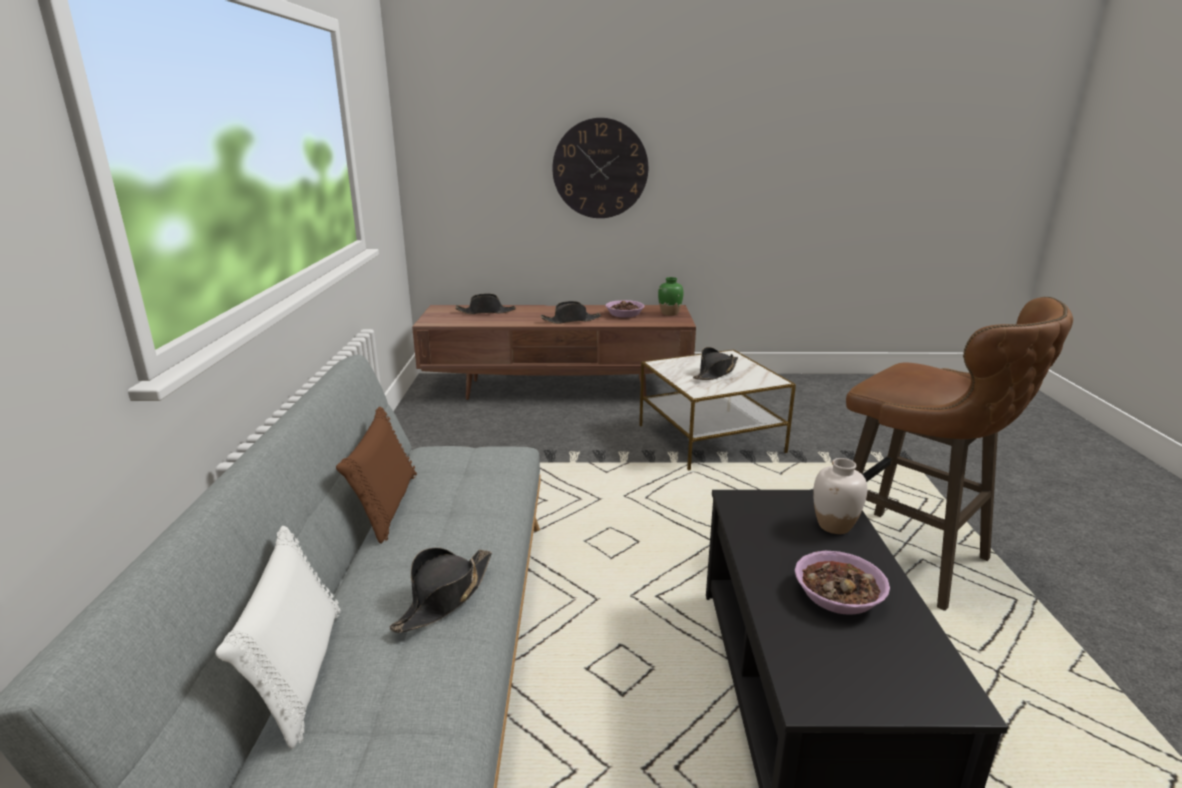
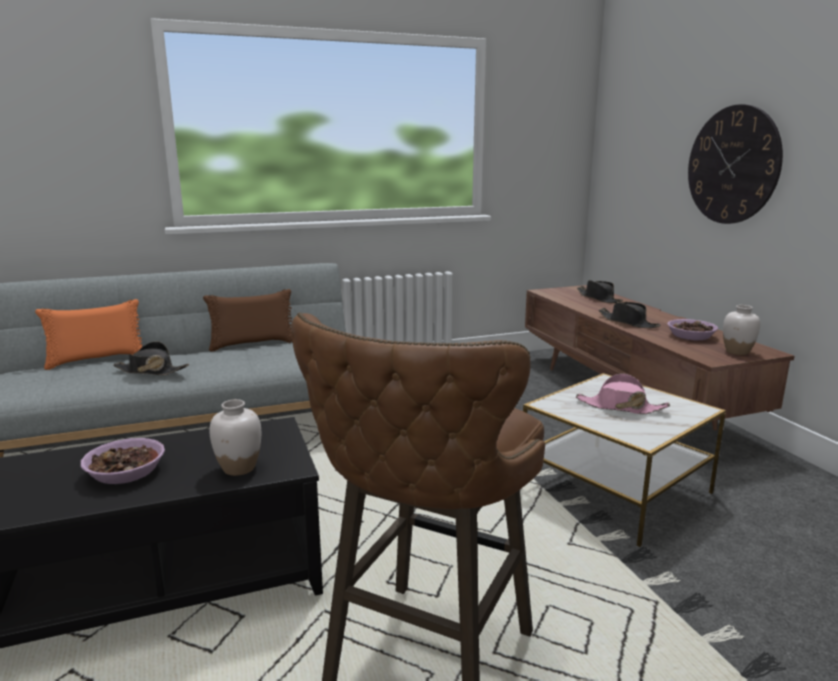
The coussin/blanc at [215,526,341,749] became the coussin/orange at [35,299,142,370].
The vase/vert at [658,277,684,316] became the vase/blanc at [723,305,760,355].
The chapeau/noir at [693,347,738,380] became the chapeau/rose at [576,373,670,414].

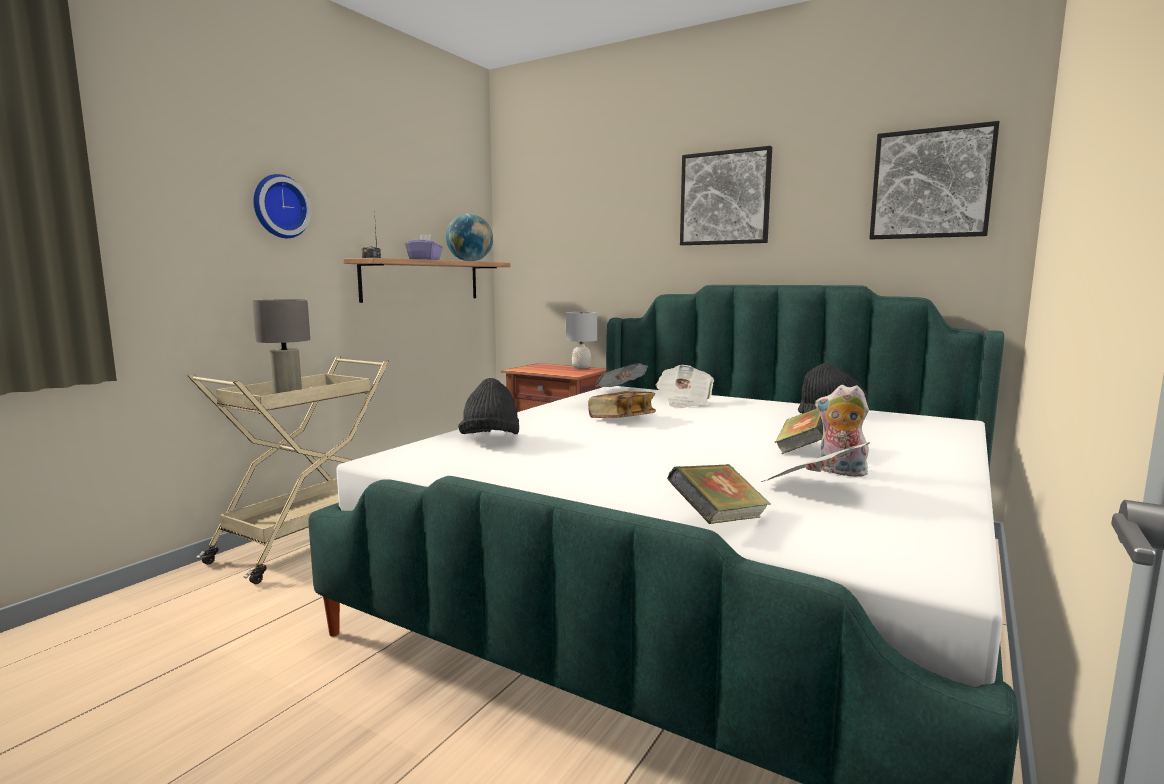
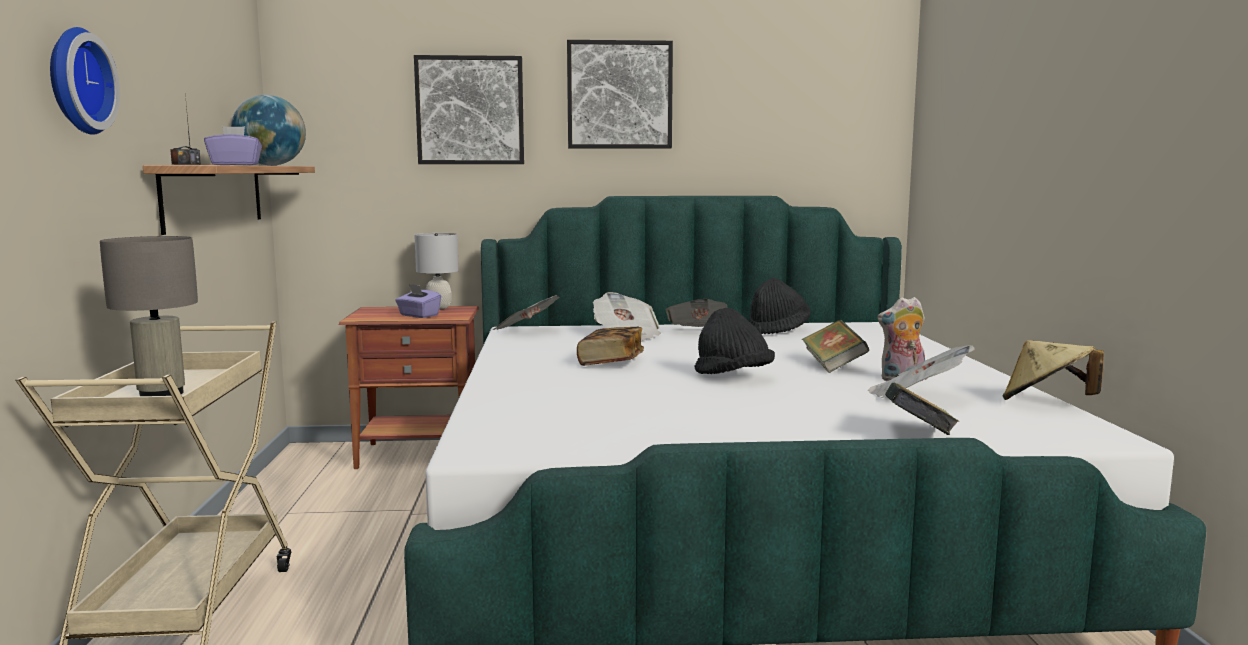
The boîte à mouchoirs/violet at [395,284,442,318] appeared.
The journal at [665,299,728,327] appeared.
The chapeau/beige at [1002,340,1104,400] appeared.
The chapeau/noir moved from [458,378,519,434] to [695,308,775,374].
The tableau moved from [869,121,1000,239] to [414,55,524,164].

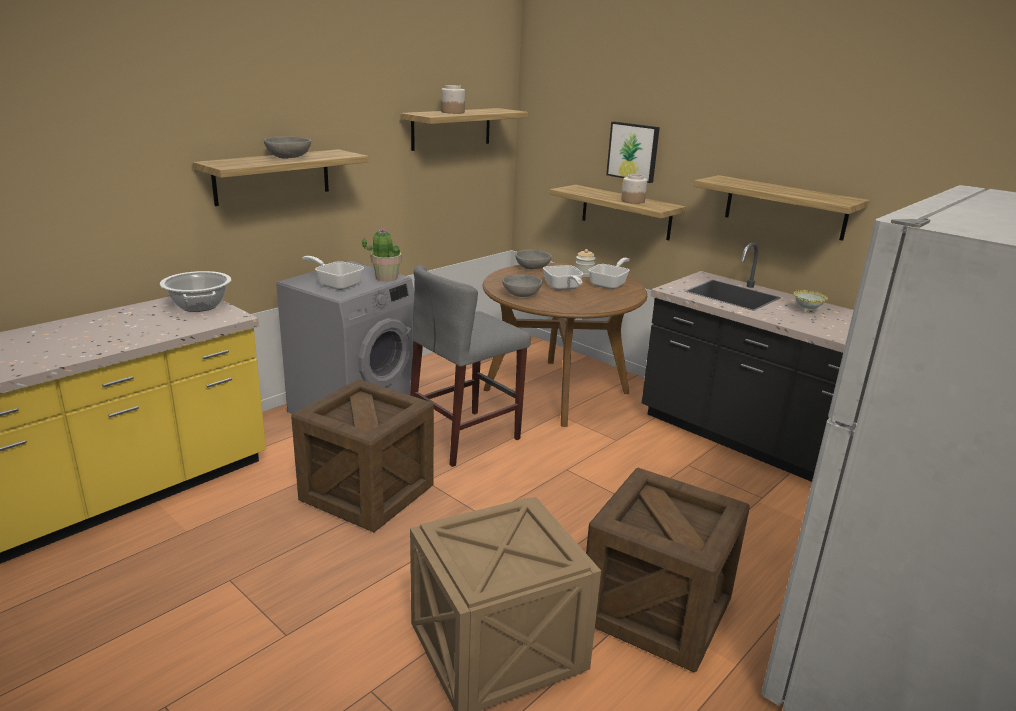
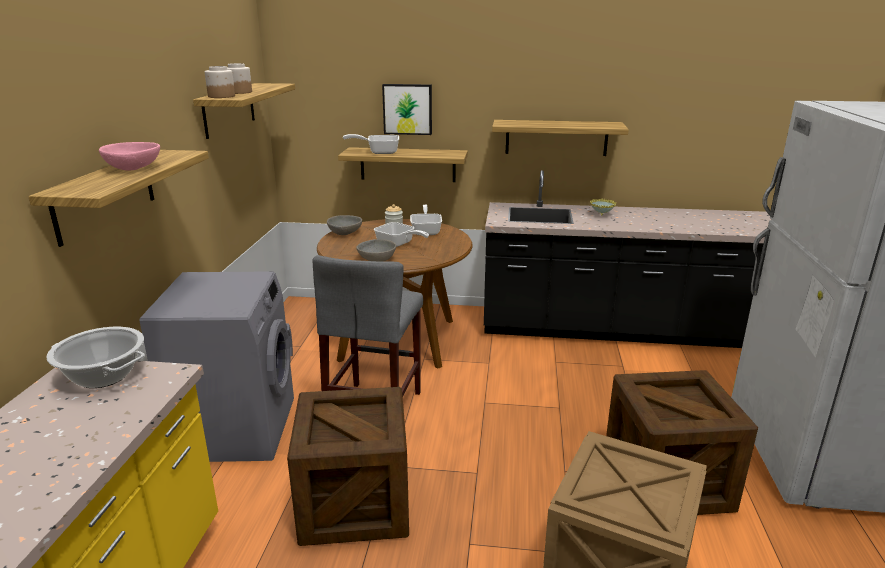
The plante en pot at [362,228,402,281] disappeared.
The poêle moved from [302,256,364,290] to [343,134,399,154].
The bocal moved from [621,174,647,204] to [205,66,235,98].
The bol/gris at [264,136,311,159] became the bol/rose at [99,142,160,171].

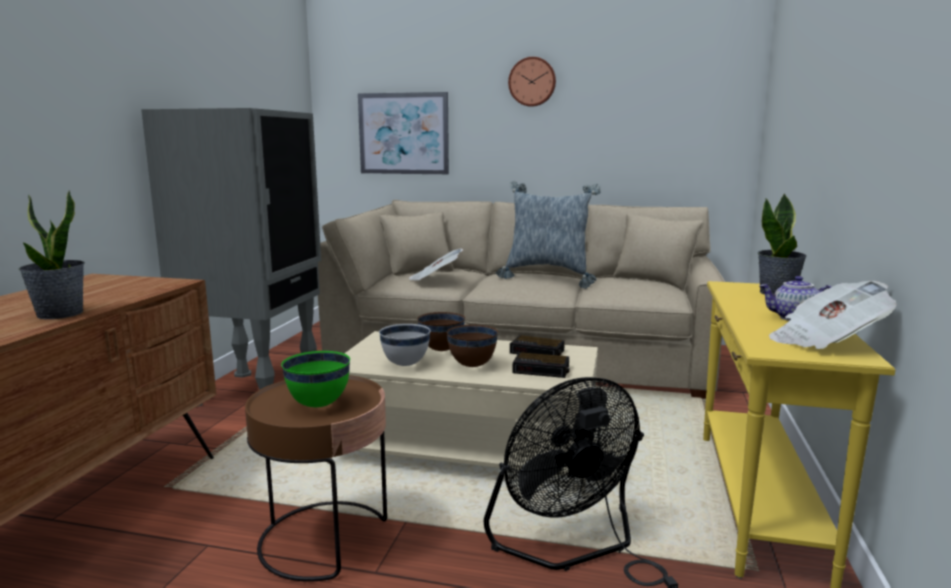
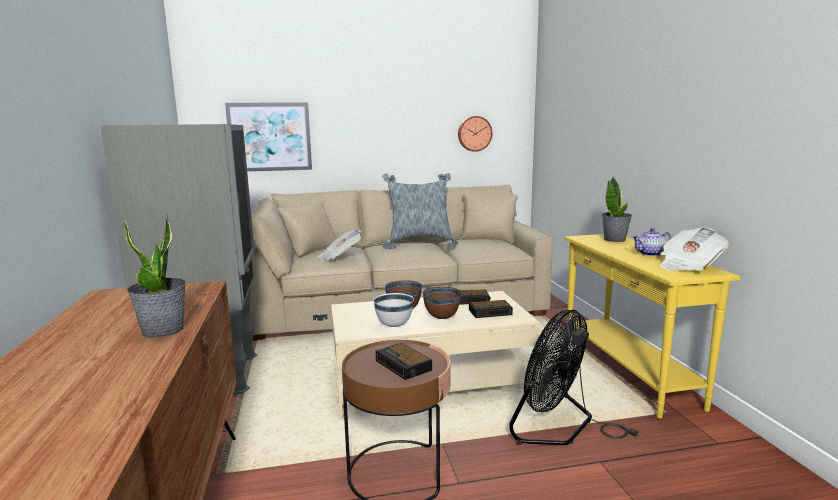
The horloge murale moved from [508,57,556,107] to [458,116,492,152].
The bol/vert at [281,351,350,407] was replaced by the réveil at [376,343,432,380].

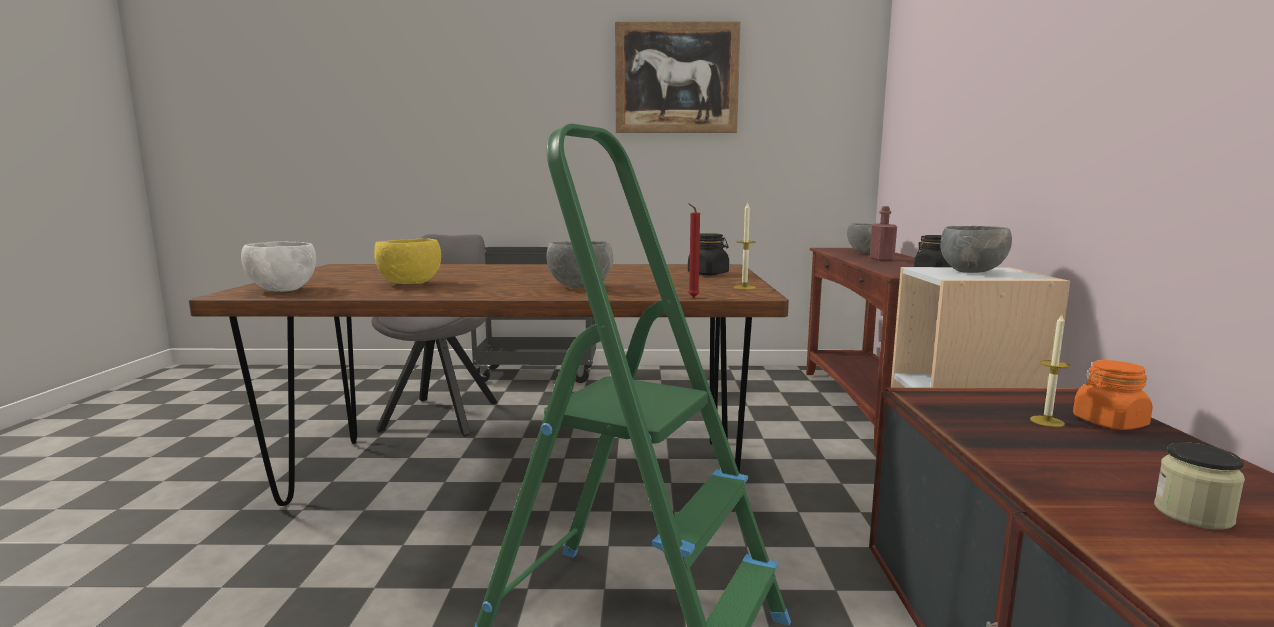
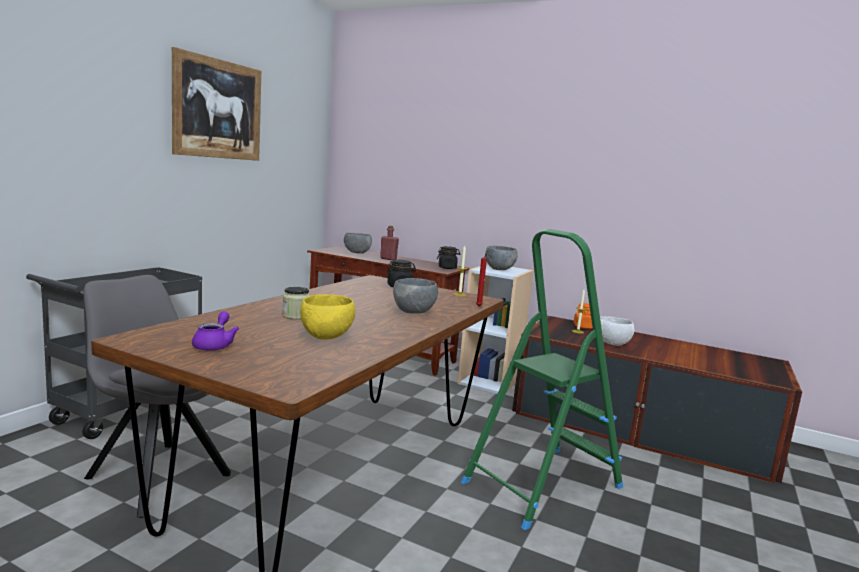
The théière/violet at [192,312,239,351] appeared.
The bol/blanc moved from [241,241,316,292] to [600,316,634,346].
The bocal moved from [1154,442,1245,530] to [282,287,310,319].

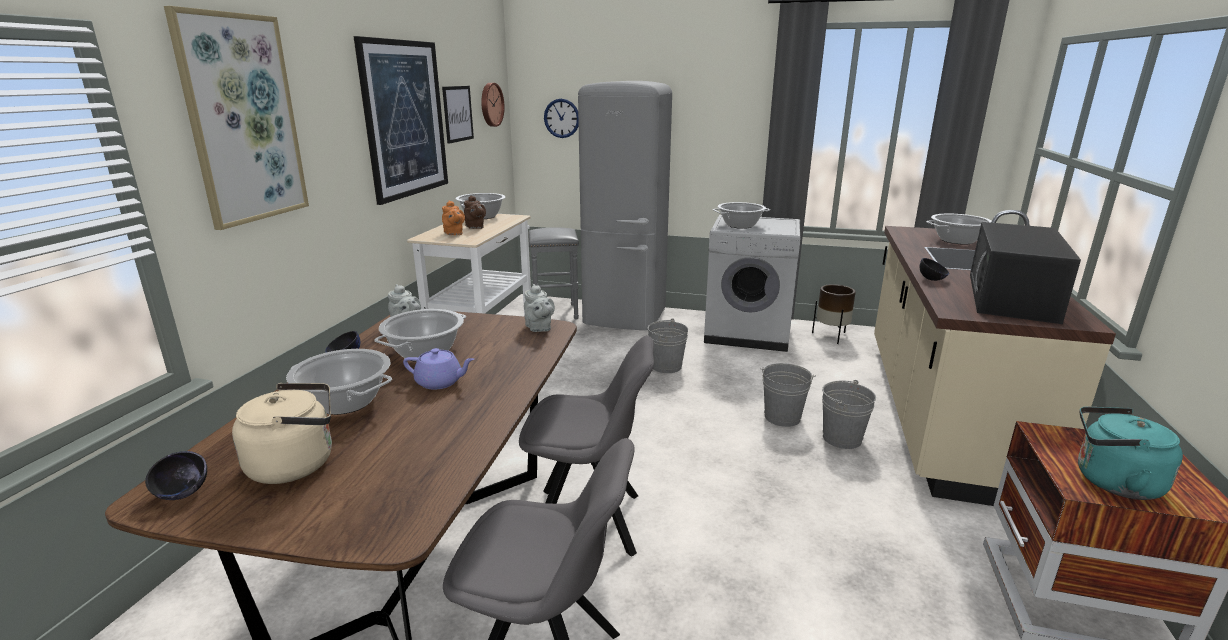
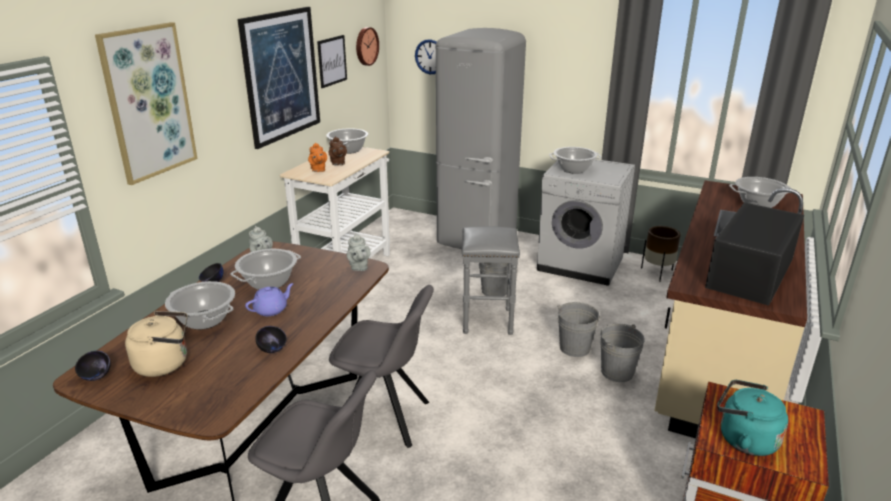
The tabouret/gris moved from [529,227,579,319] to [462,226,520,335].
The bol/noir moved from [920,258,949,281] to [255,326,287,353].
The théière/violet at [403,348,474,390] turned 60 degrees counterclockwise.

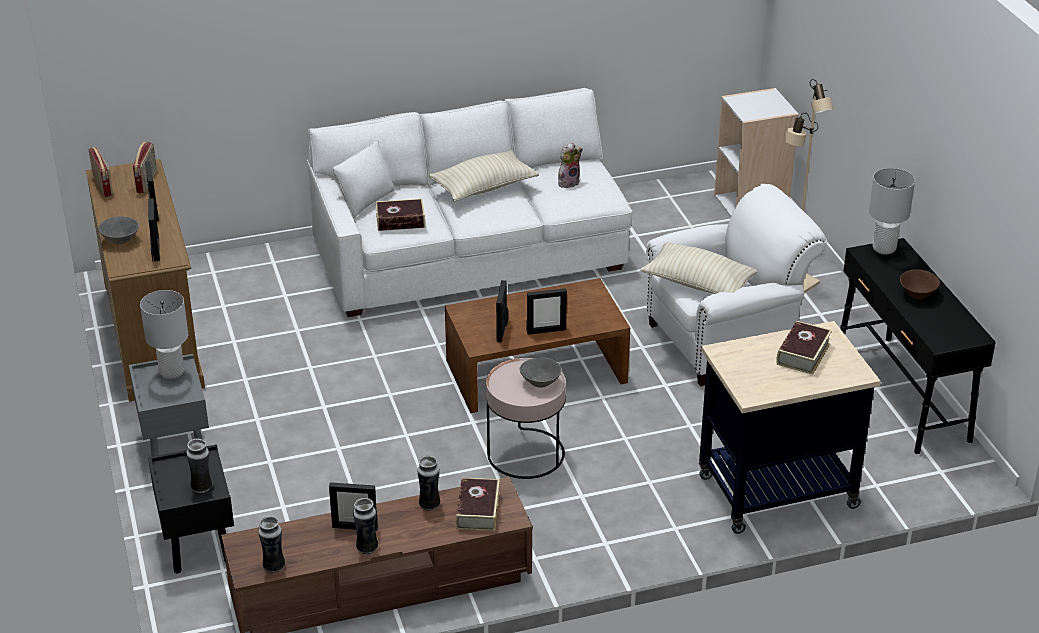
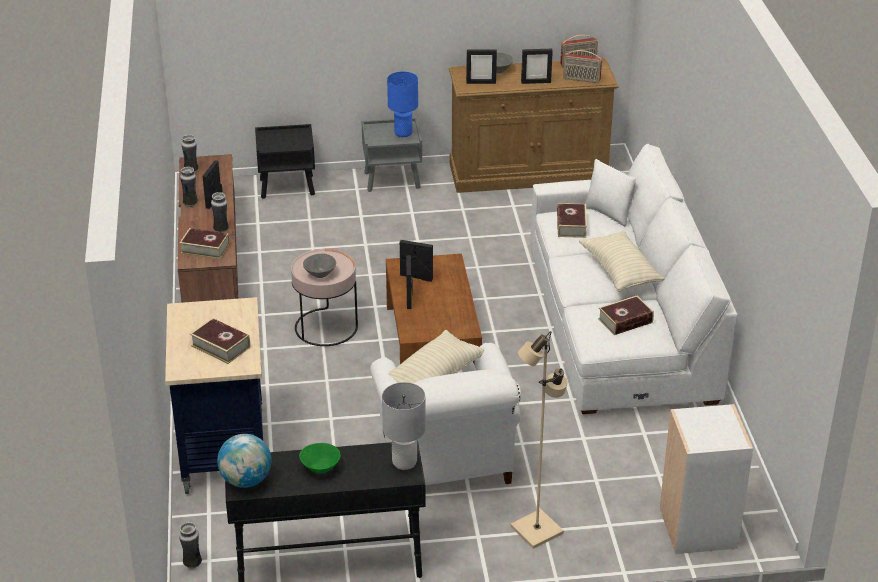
The globe at [217,434,271,488] appeared.
The vase moved from [186,439,212,493] to [179,522,202,569].
The peluche at [558,143,583,188] was replaced by the livre at [598,296,654,335].
The lampe de table/gris at [140,290,188,379] became the lampe de table/bleu at [387,72,418,137].
The bol/marron at [900,269,940,299] became the bol/vert at [299,443,341,474].

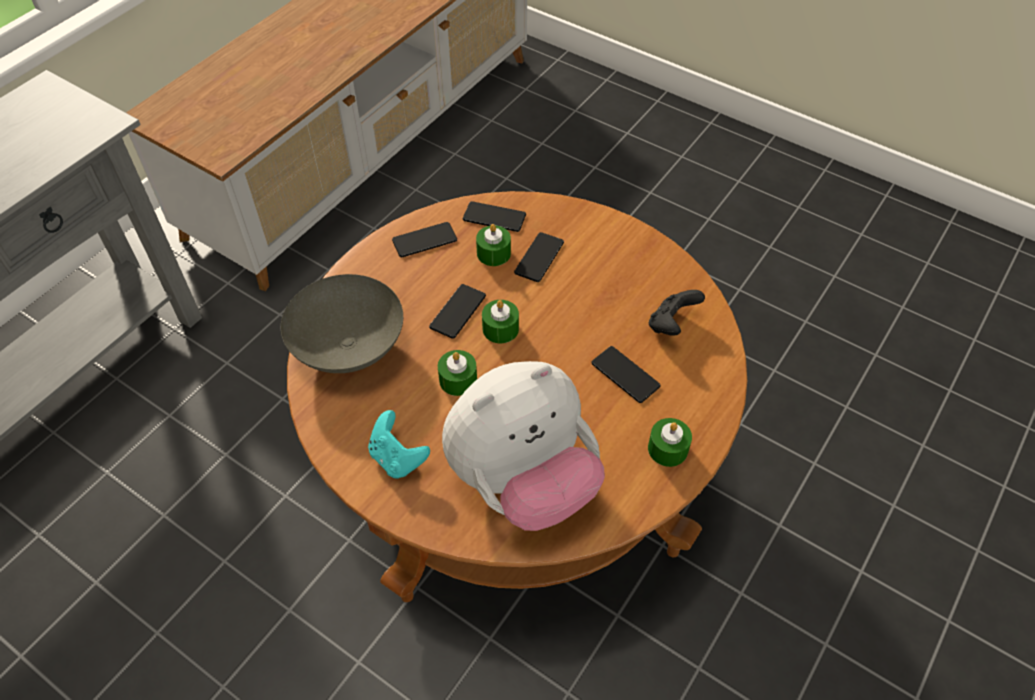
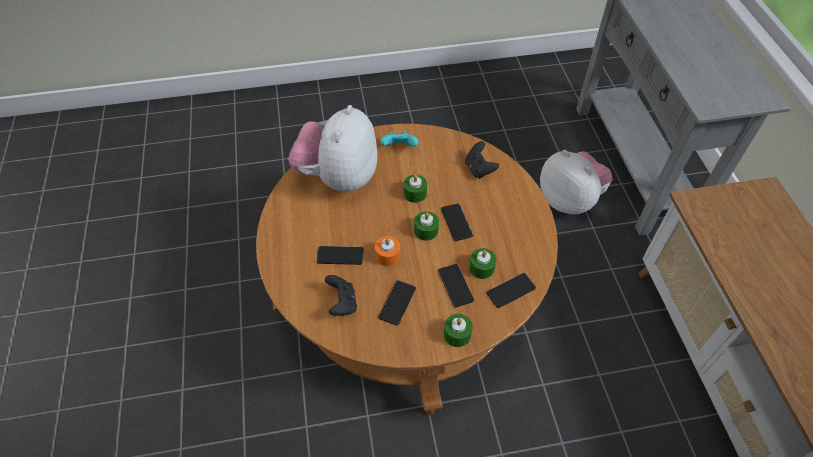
The bougie/orange at [375,236,401,266] appeared.
The peluche at [540,150,612,215] appeared.
The téléphone moved from [392,222,457,257] to [378,280,416,325].
The bougie/vert moved from [648,418,692,467] to [444,314,473,347].
The bol/gris at [281,274,403,373] was replaced by the manette/noir at [465,141,499,179].

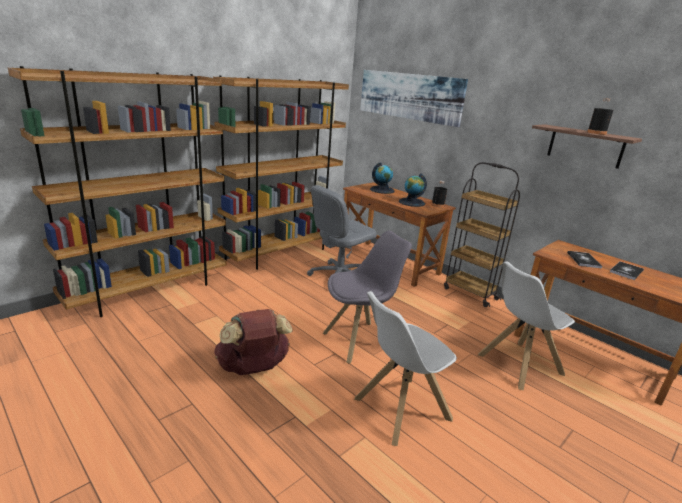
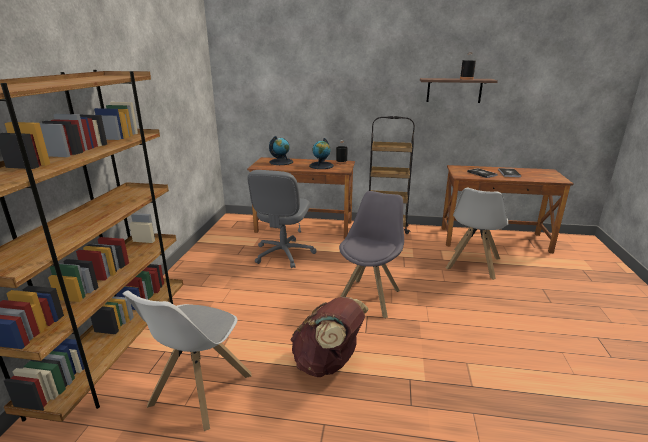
The bibliothèque/marron at [213,75,349,270] disappeared.
The tableau at [360,70,468,127] disappeared.
The chaise moved from [354,291,457,446] to [123,290,252,431].

